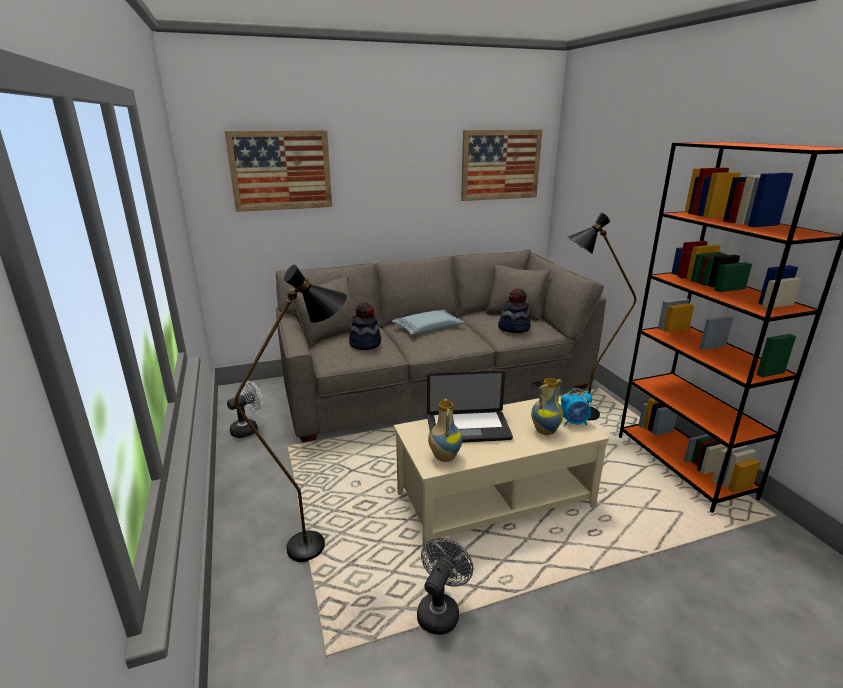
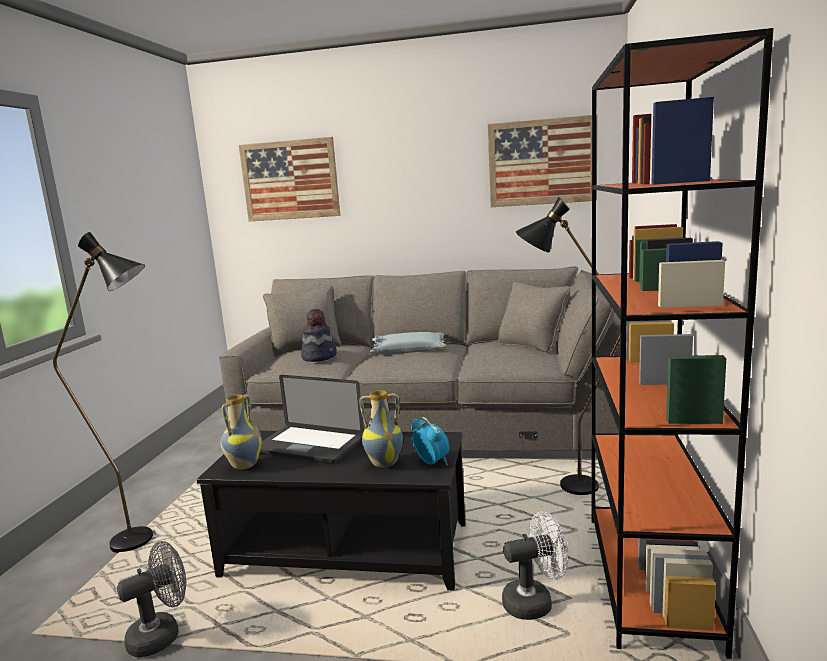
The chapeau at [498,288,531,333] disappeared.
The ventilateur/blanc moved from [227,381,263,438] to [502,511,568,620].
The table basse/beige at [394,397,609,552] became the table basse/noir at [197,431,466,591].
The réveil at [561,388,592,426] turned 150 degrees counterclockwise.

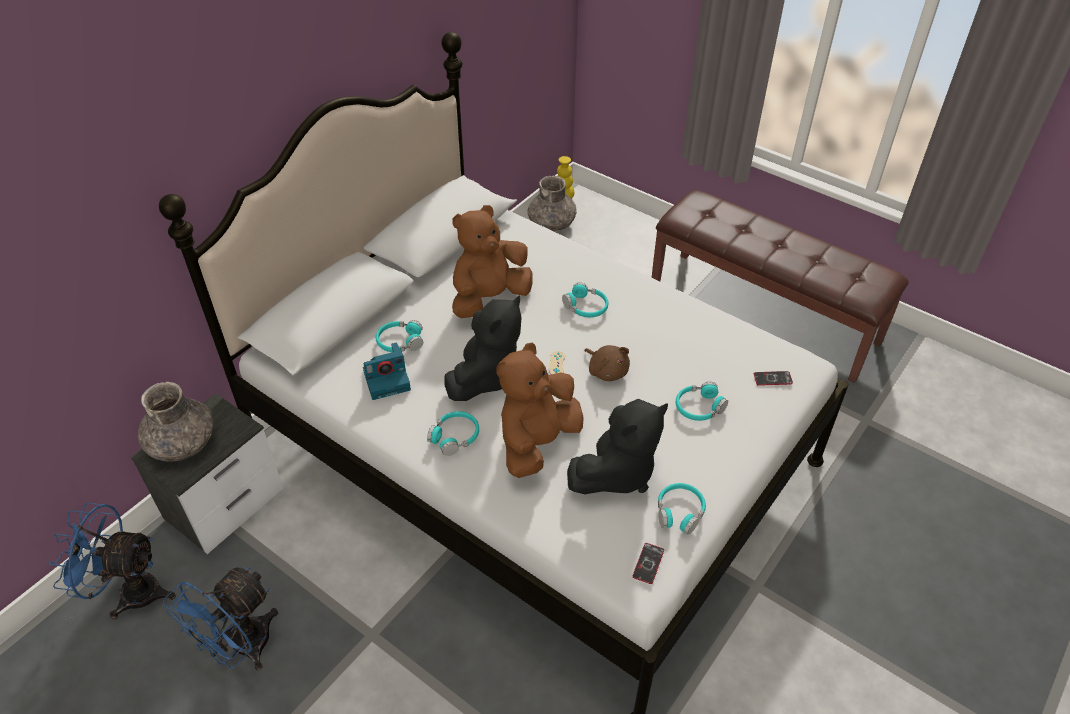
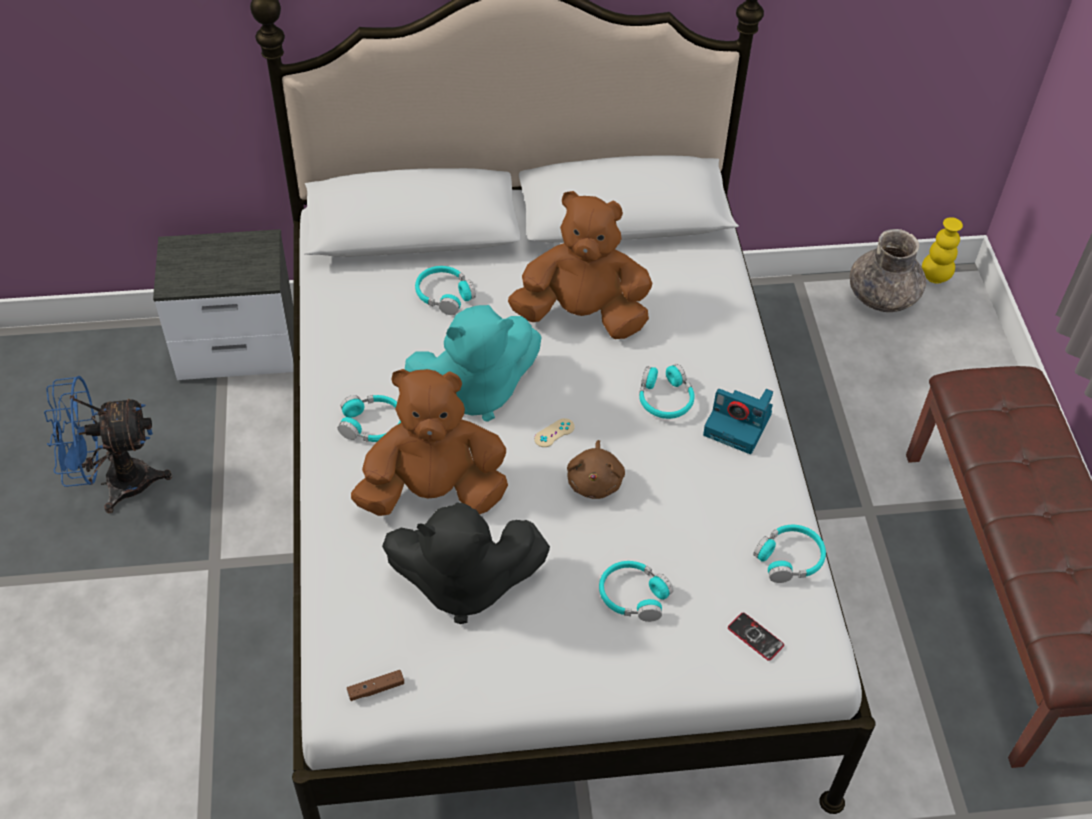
The ventilateur/bleu at [48,503,176,619] disappeared.
The vase/gris at [138,382,213,461] disappeared.
The appareil photo moved from [363,342,411,400] to [703,389,773,454].
The casque audio/turquoise moved from [658,483,706,535] to [753,525,826,583].
The téléphone at [633,543,664,584] was replaced by the manette/marron at [347,670,404,701].
The peluche/noir at [444,296,521,401] became the peluche/turquoise at [405,305,542,422].

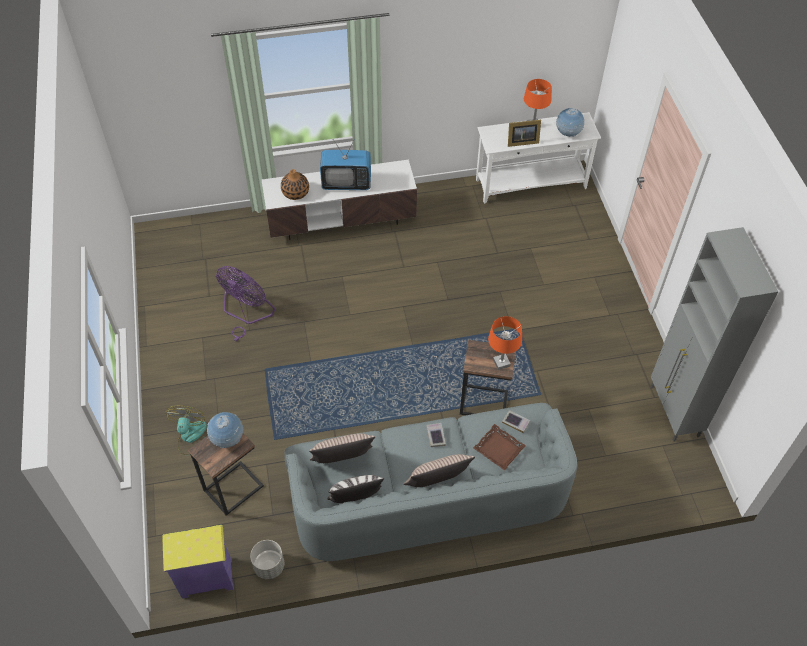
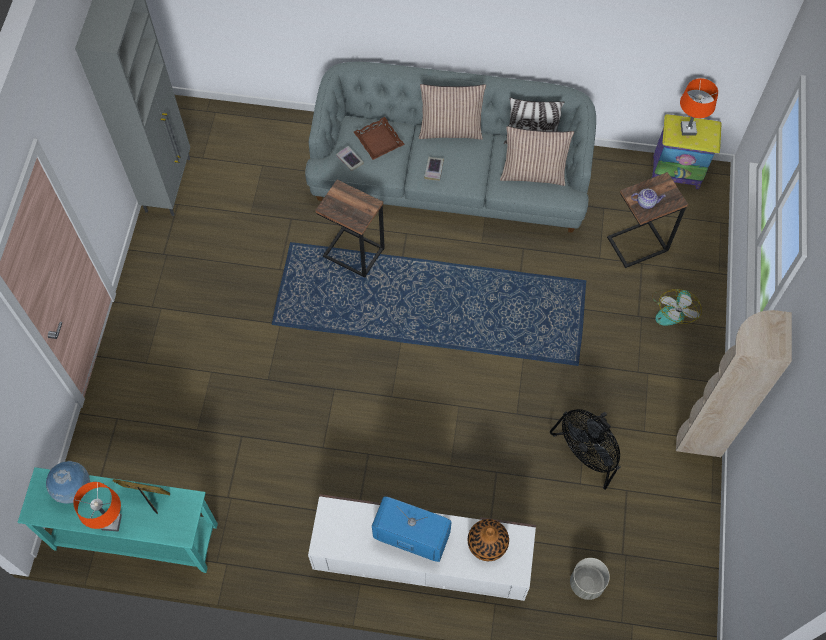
The bibliothèque/beige at [676,310,792,457] appeared.
The cache-pot/gris moved from [250,540,284,579] to [570,558,610,600].
The lampe de table/orange moved from [488,316,522,370] to [680,78,718,136].
The globe at [207,412,243,448] was replaced by the théière at [631,189,666,209].
The ventilateur/violet at [215,266,275,341] became the ventilateur/noir at [550,409,621,490].
The table console/blanc at [476,112,601,204] became the table console/turquoise at [17,467,218,573].

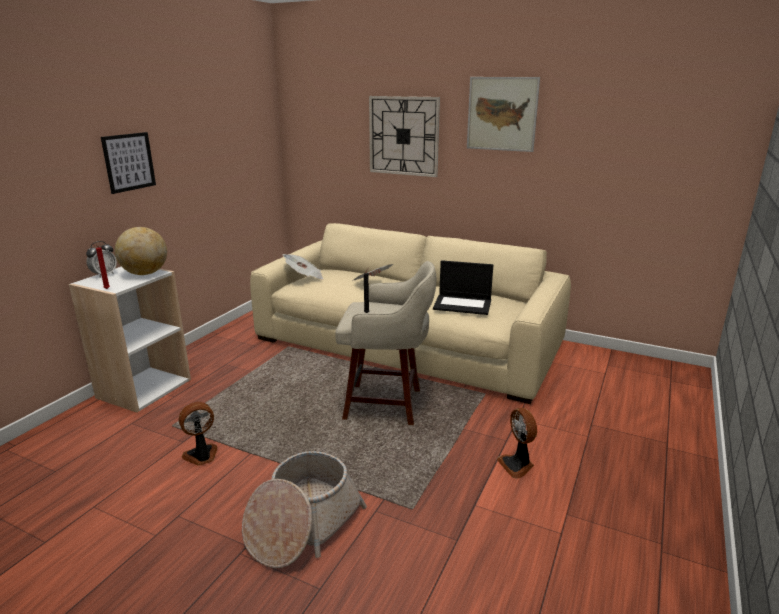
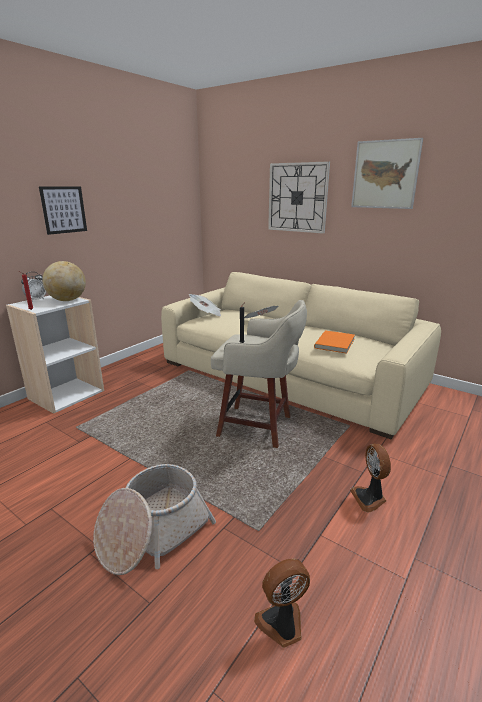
The ventilateur moved from [178,402,217,466] to [254,558,310,648].
The ordinateur portable at [433,260,493,315] was replaced by the livre/orange at [314,330,355,353].

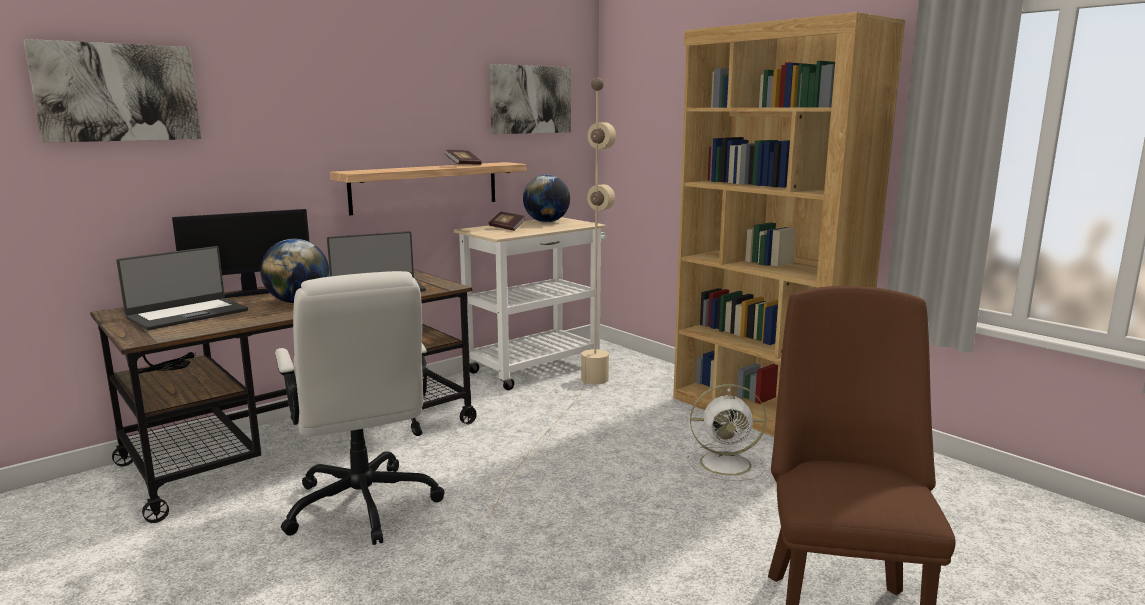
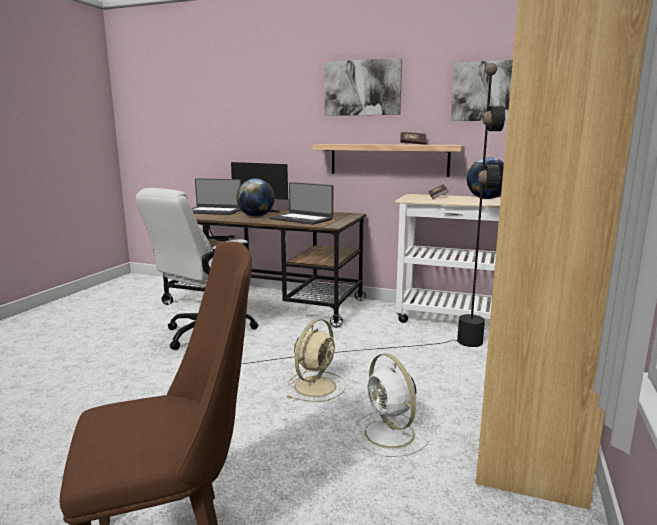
The ventilateur/beige at [287,319,347,402] appeared.
The tableau moved from [23,39,201,143] to [325,58,402,116].
The lampadaire/beige at [489,78,616,518] became the lampadaire/noir at [244,63,506,364].

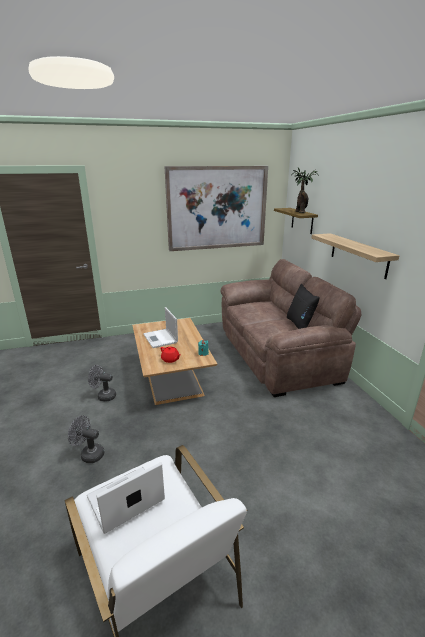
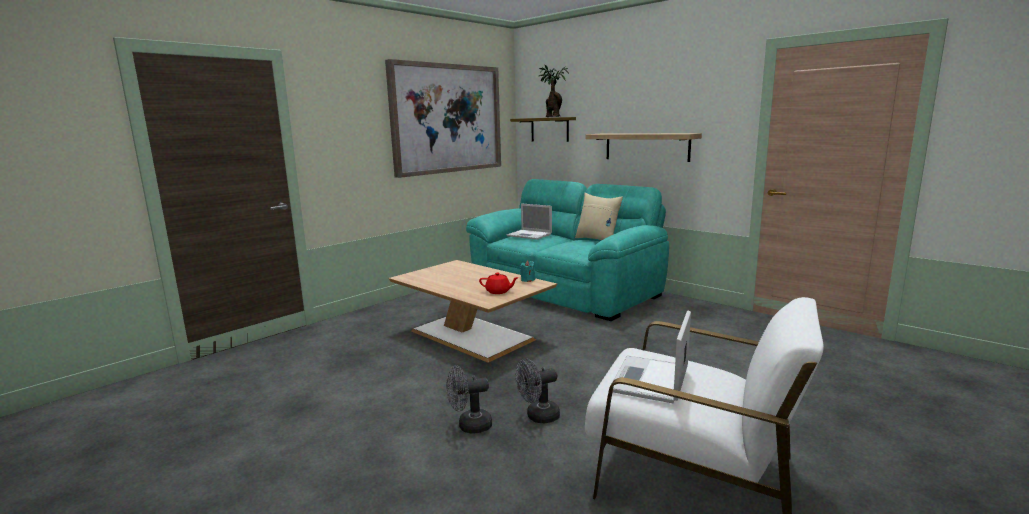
The ventilateur/gris moved from [88,365,116,402] to [515,359,560,423].
The ordinateur portable moved from [143,307,178,348] to [507,203,552,240].
The canapé/marron at [221,259,361,397] became the canapé/turquoise at [466,179,669,321].
The coussin/noir at [287,284,320,329] became the coussin/beige at [575,193,623,240].

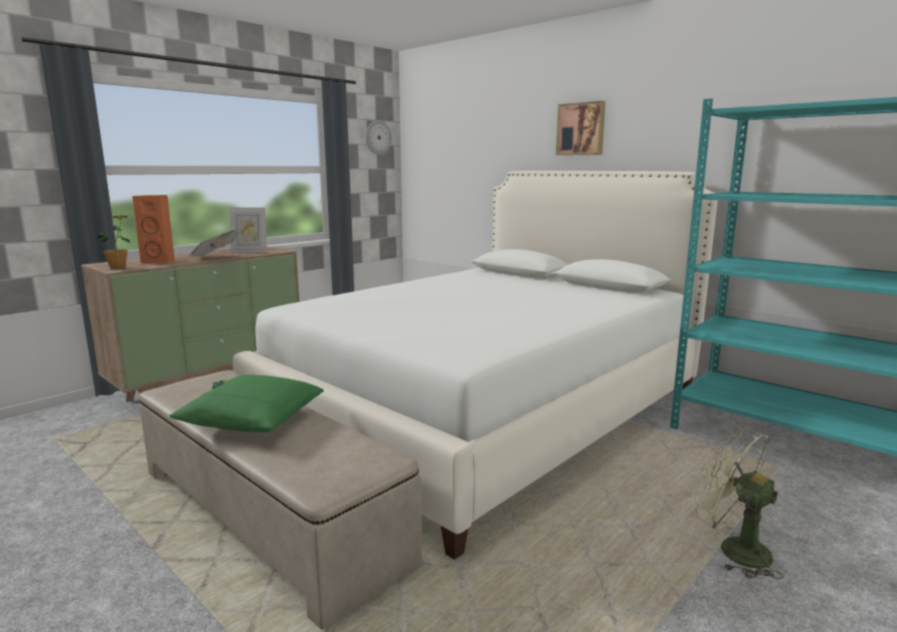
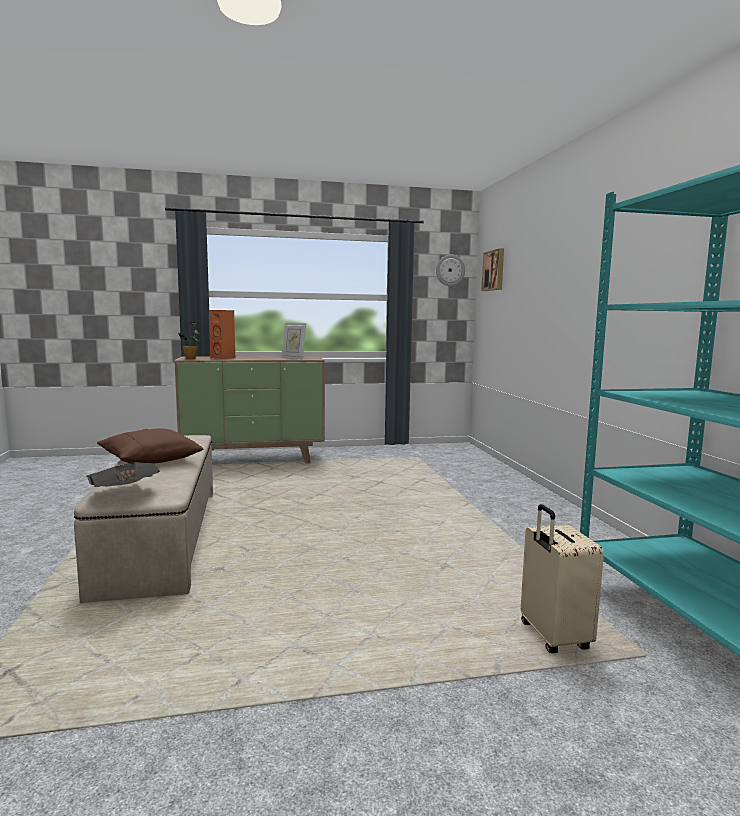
The lit/blanc at [233,171,718,560] disappeared.
The ventilateur/vert at [694,428,784,579] disappeared.
The valise/beige at [521,504,604,653] appeared.
The journal moved from [189,230,240,256] to [86,462,160,487].
The tableau moved from [556,101,606,155] to [482,248,504,291].
The coussin/vert at [170,375,324,432] became the coussin/marron at [97,428,203,464].

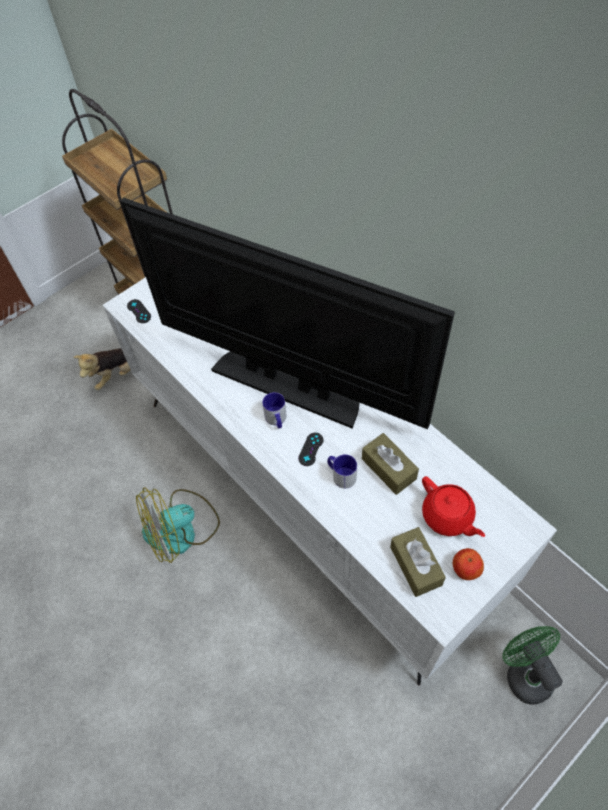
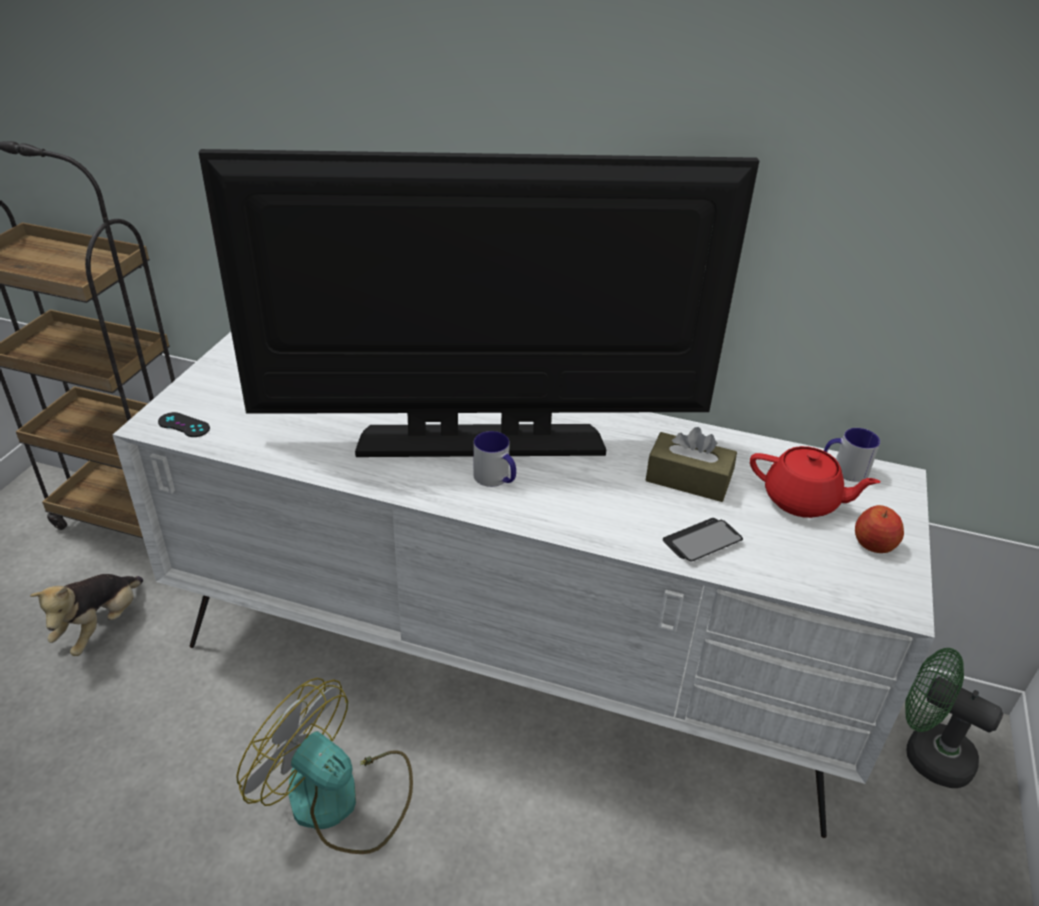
The manette/noir at [298,433,324,466] disappeared.
The boîte à mouchoirs/marron at [390,527,446,597] disappeared.
The téléphone at [663,518,743,561] appeared.
The mug moved from [327,454,357,488] to [824,428,880,482].
The ventilateur at [136,488,220,563] turned 90 degrees clockwise.

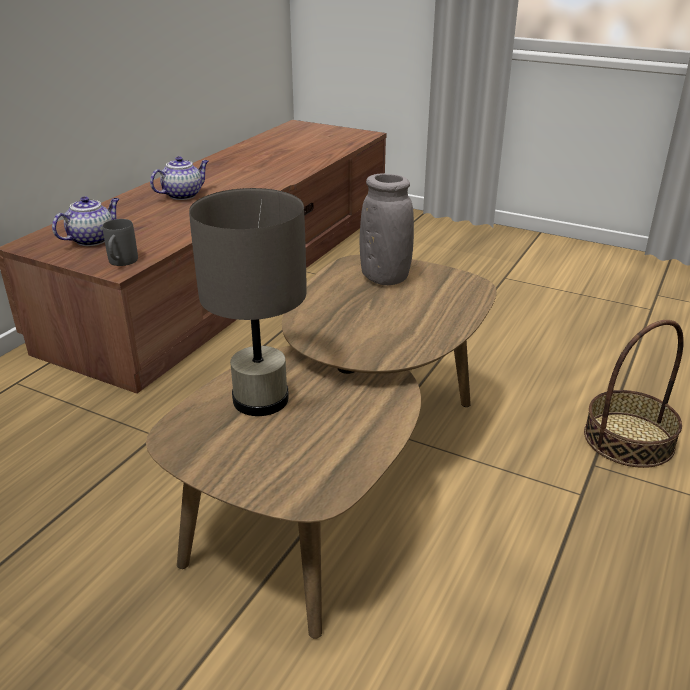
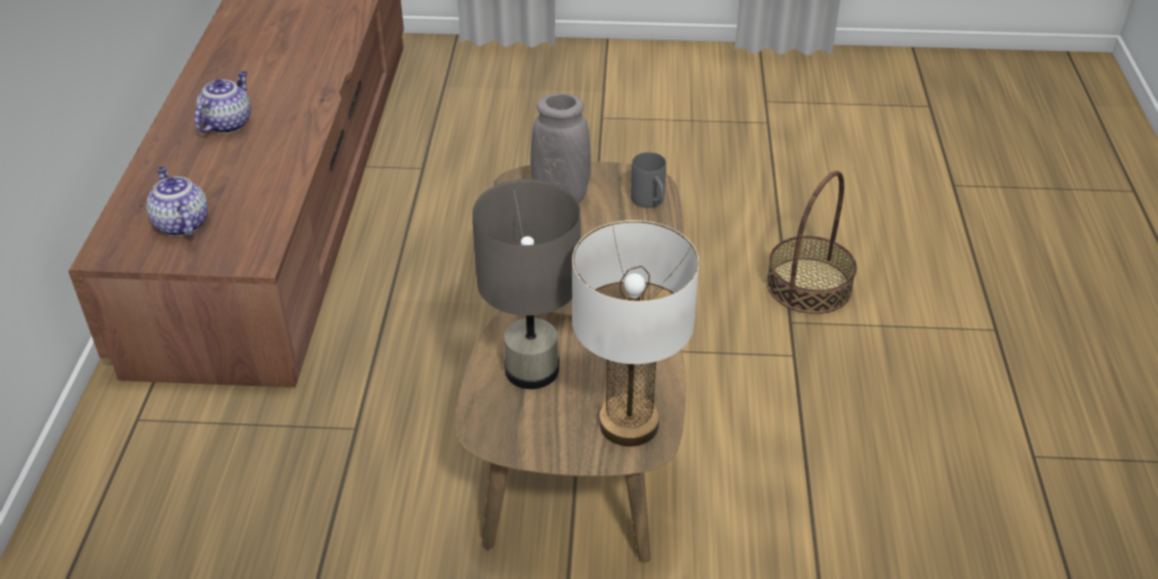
The lampe de table at [572,220,699,446] appeared.
The mug/gris moved from [102,219,138,266] to [631,152,666,208].
The théière at [52,196,119,246] turned 45 degrees counterclockwise.

